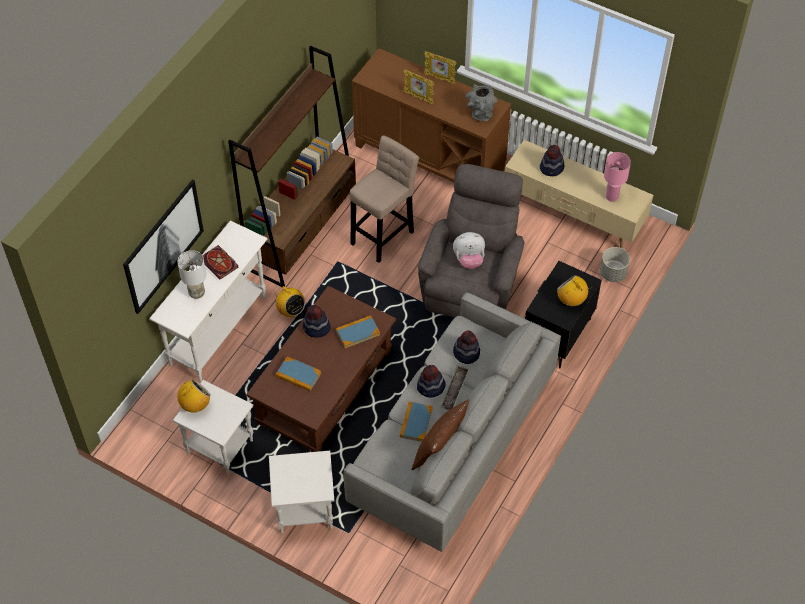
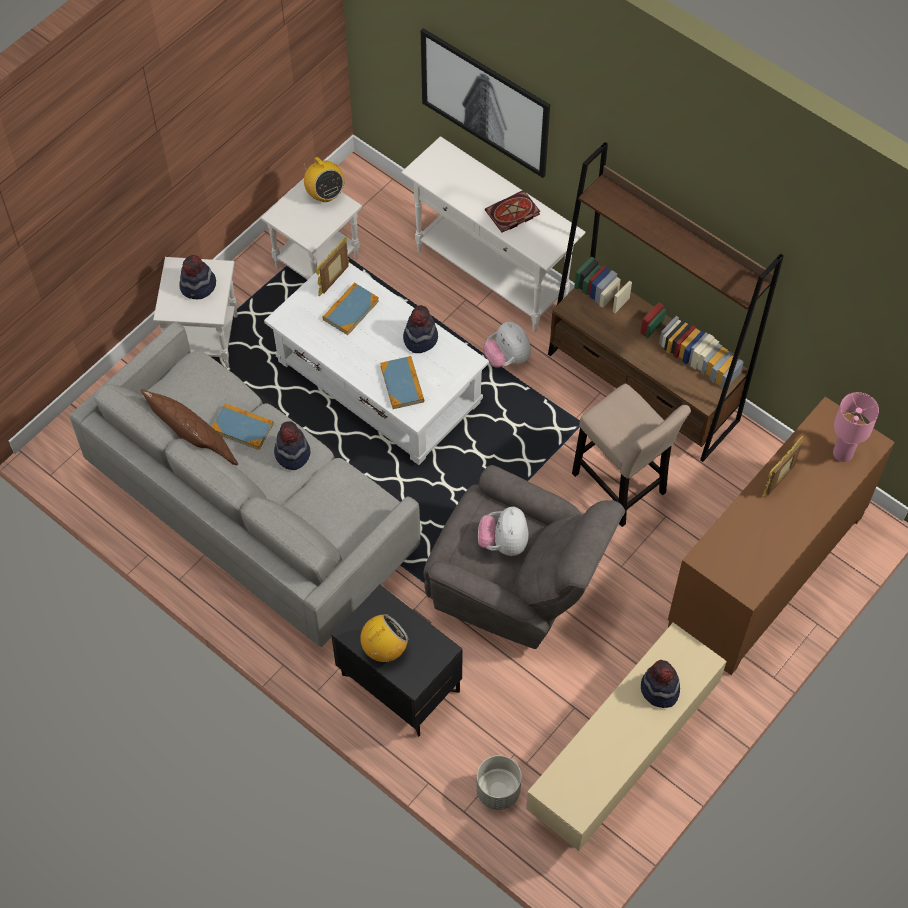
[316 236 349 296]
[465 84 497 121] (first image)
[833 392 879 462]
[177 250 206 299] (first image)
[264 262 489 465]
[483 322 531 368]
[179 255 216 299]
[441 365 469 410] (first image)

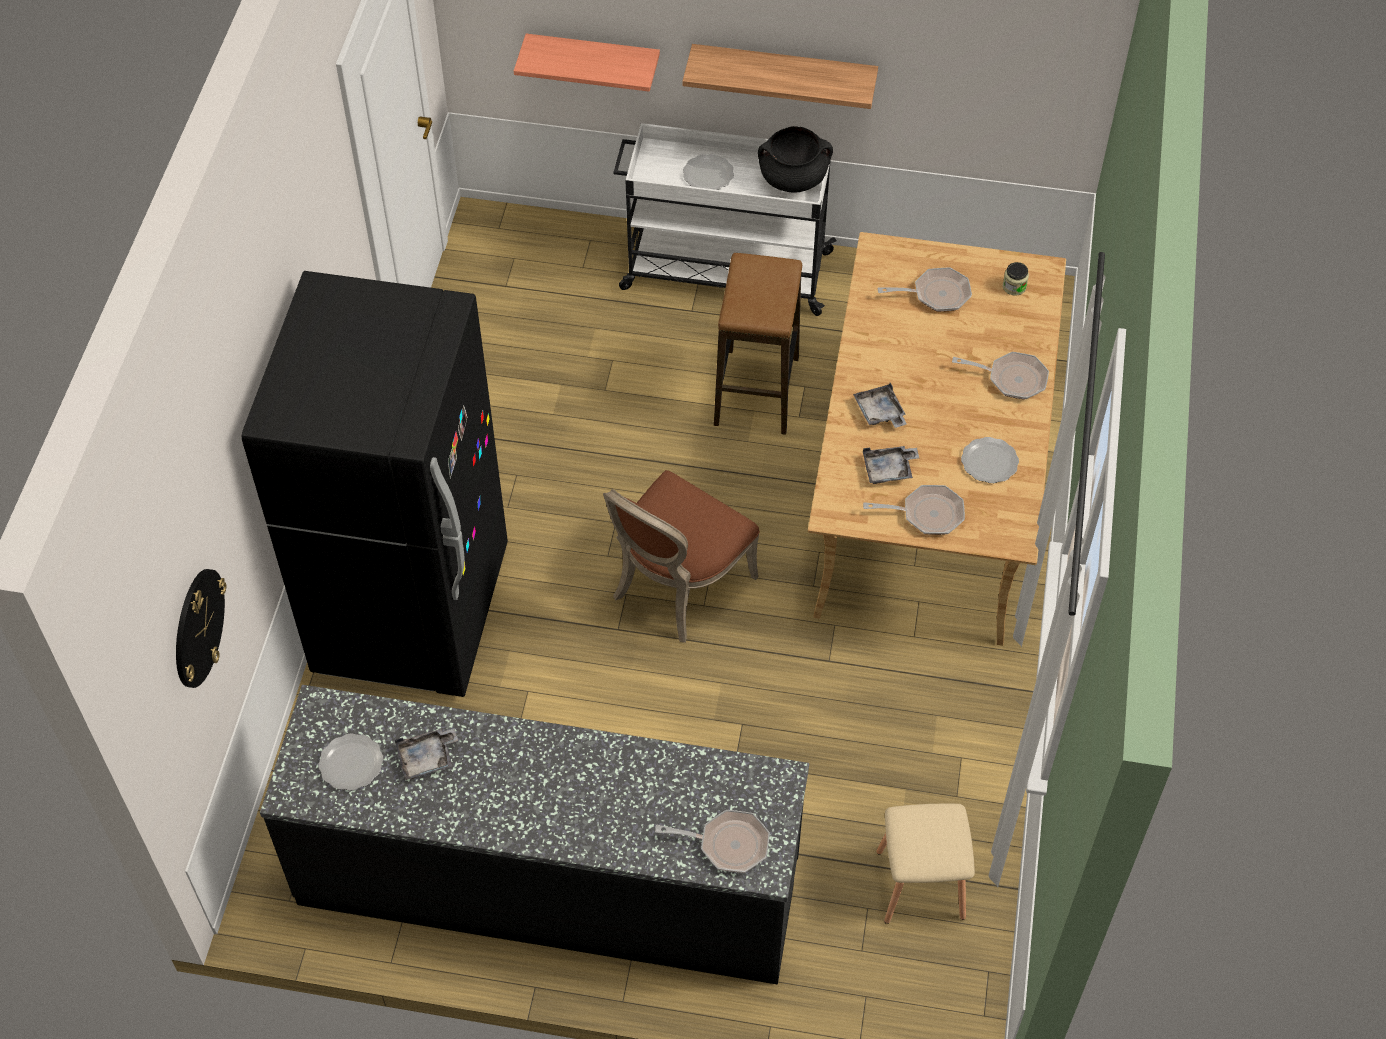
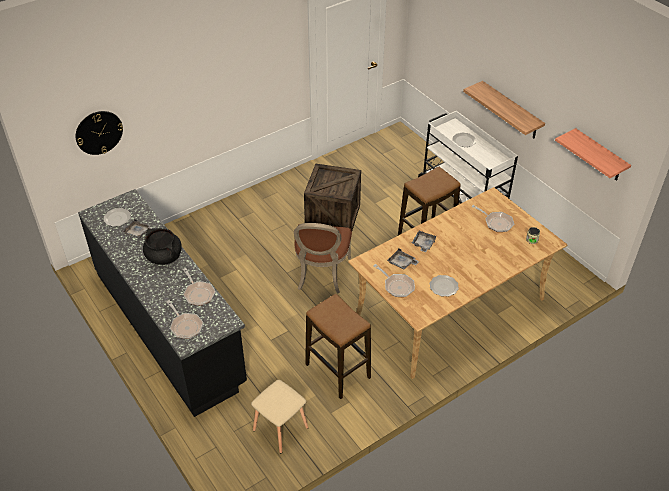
[555 128 631 181]
[143 228 182 265]
[242 271 508 697] (first image)
[183 268 216 306]
[294 223 352 294]
[304 163 361 231]
[305 294 371 399]

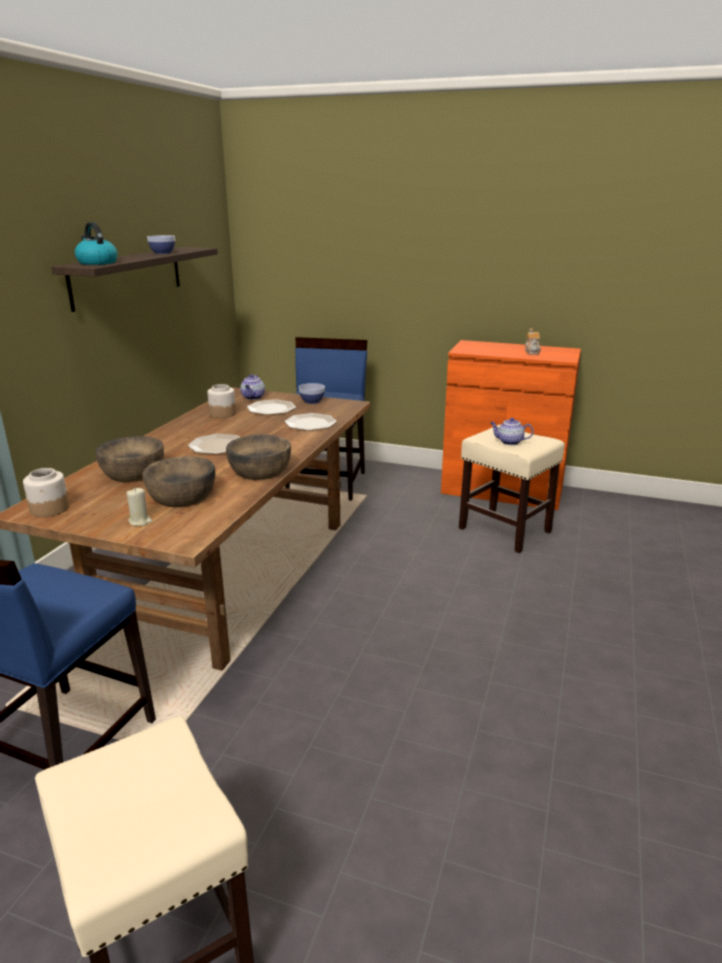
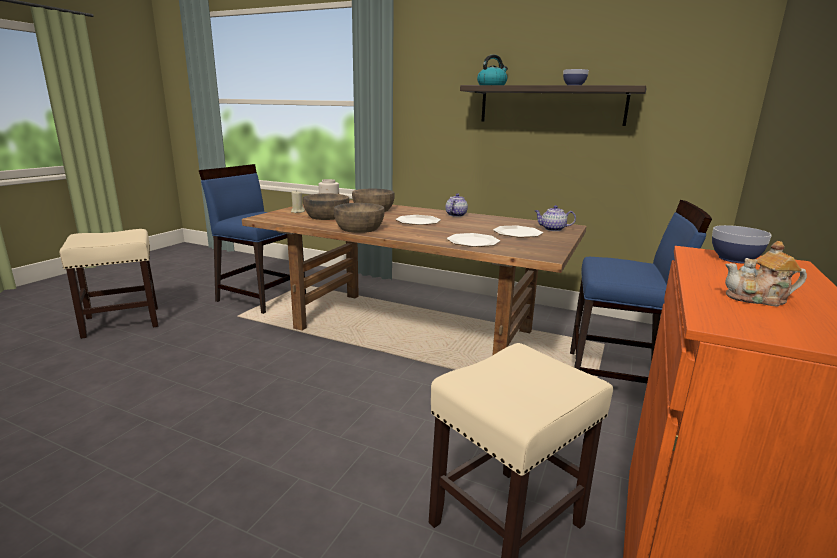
[712 225 772 263]
[207 384 236 418] (first image)
[445 194 468 217]

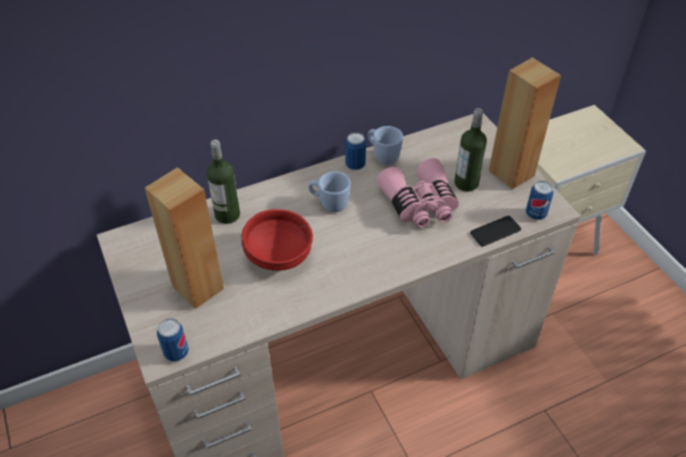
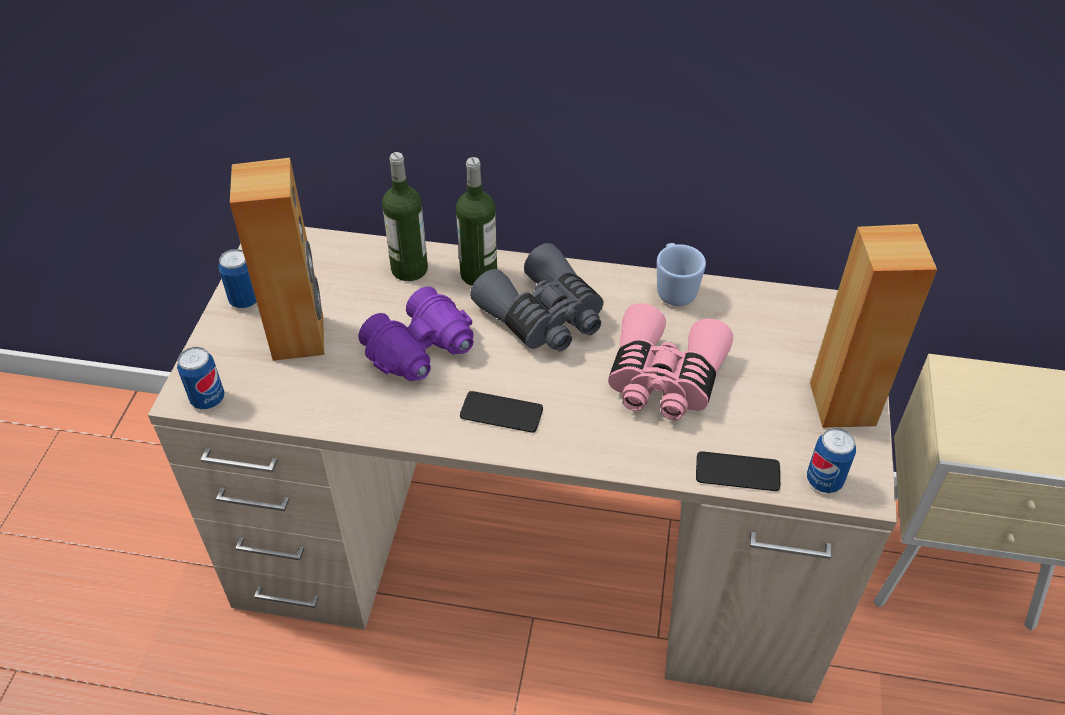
[456 157 497 286]
[218 249 257 308]
[470 243 604 351]
[359 286 474 381]
[460 391 543 433]

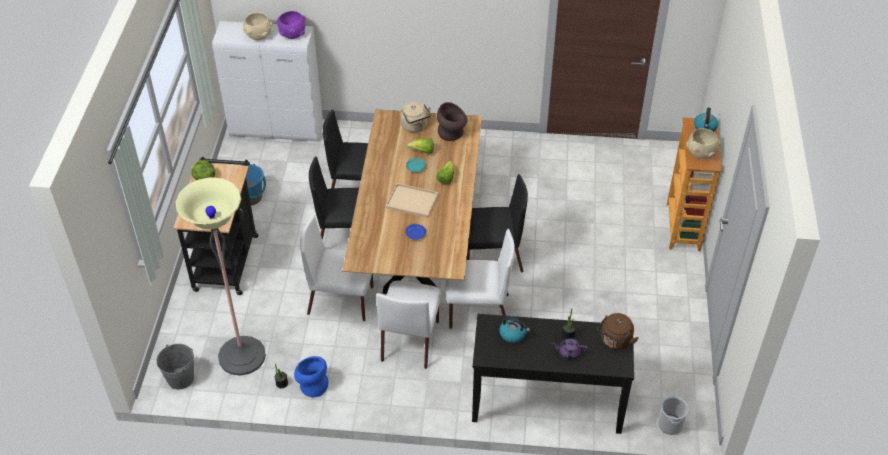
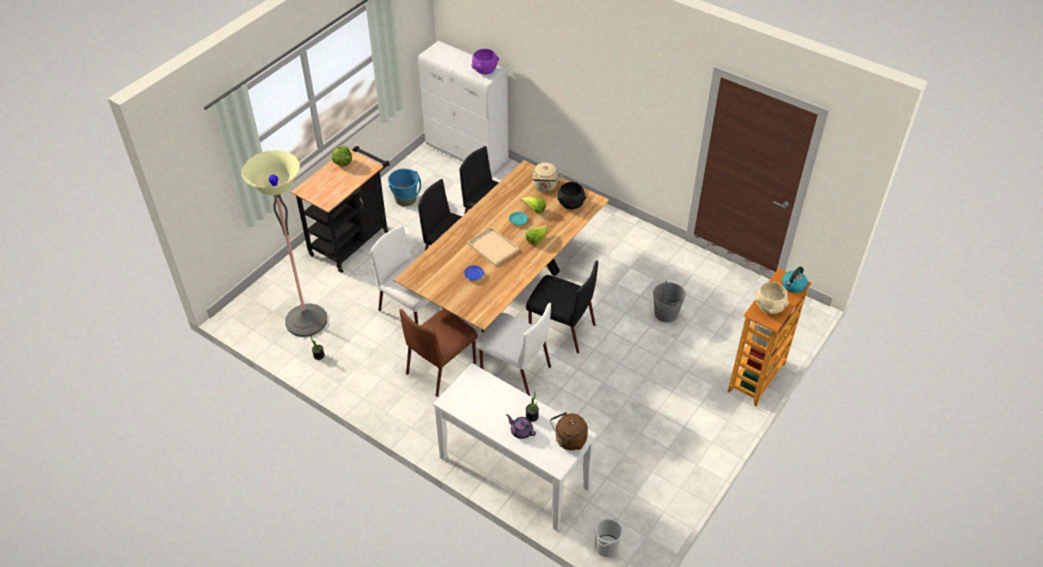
[243 13 273 40] (first image)
[558 182 586 210]
[399 309 478 397]
[433 363 597 531]
[500 316 530 343] (first image)
[653 281 686 322]
[294 356 328 397] (first image)

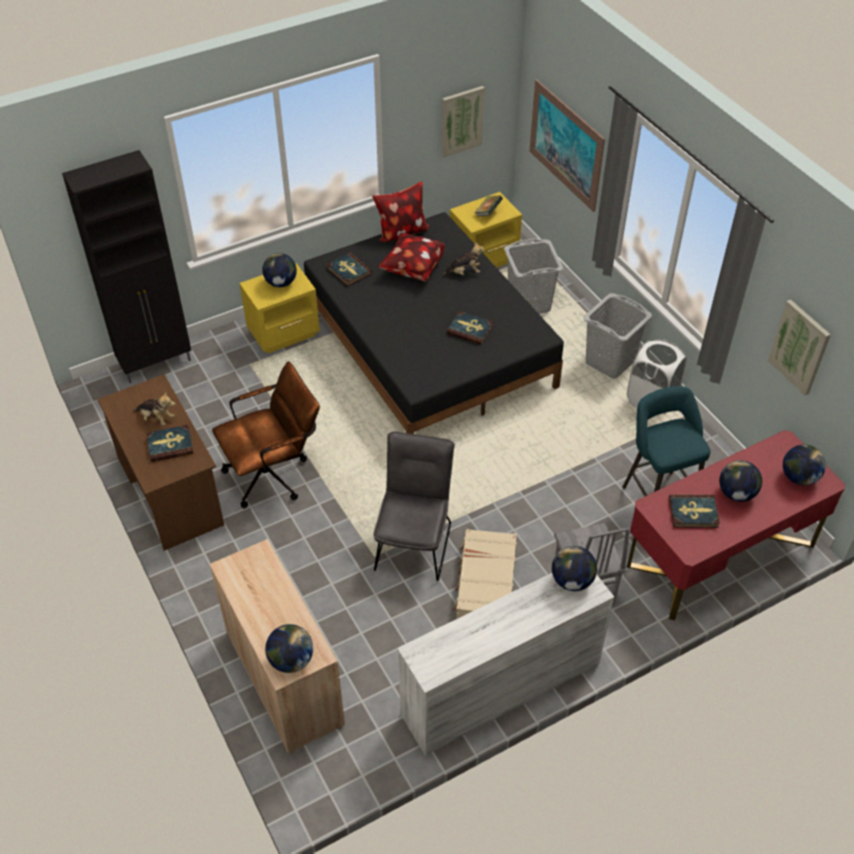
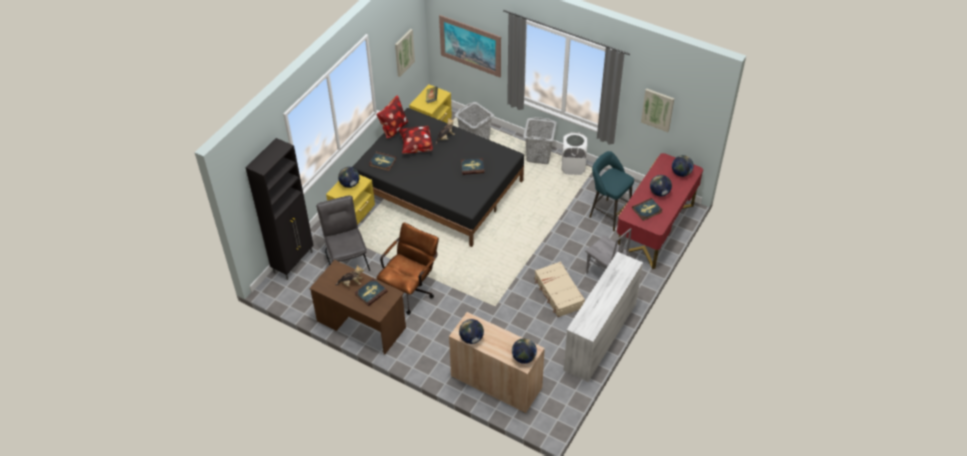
[316 195 370 271]
[459 319 484 344]

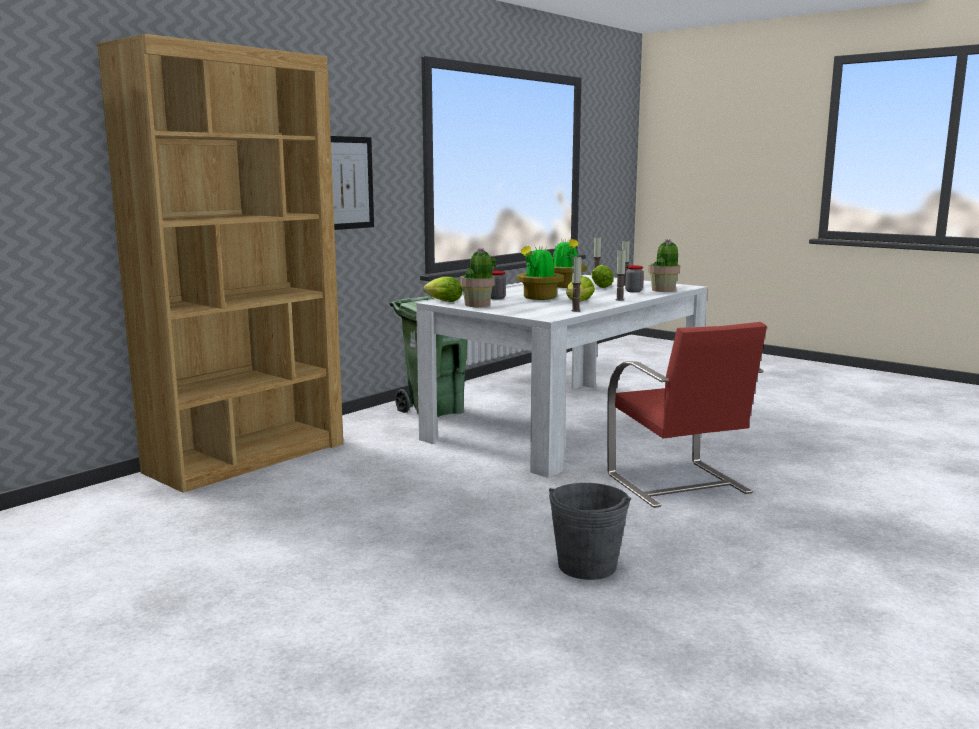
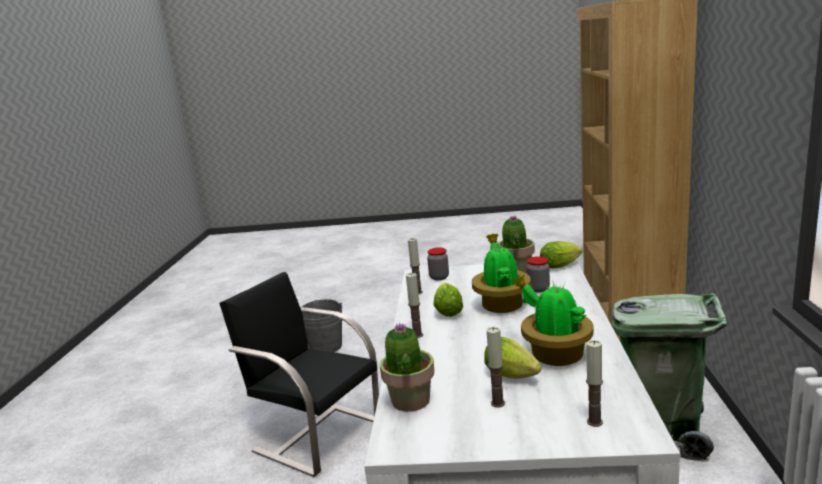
[331 136 374 230] (first image)
[427 247 449 280]
[219 272 379 477]

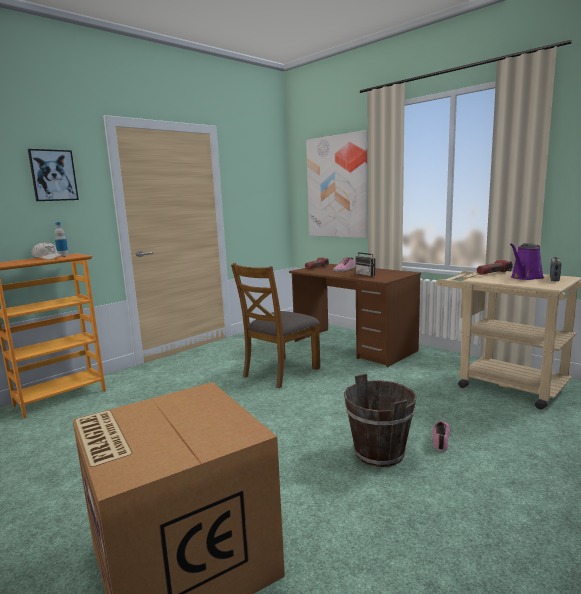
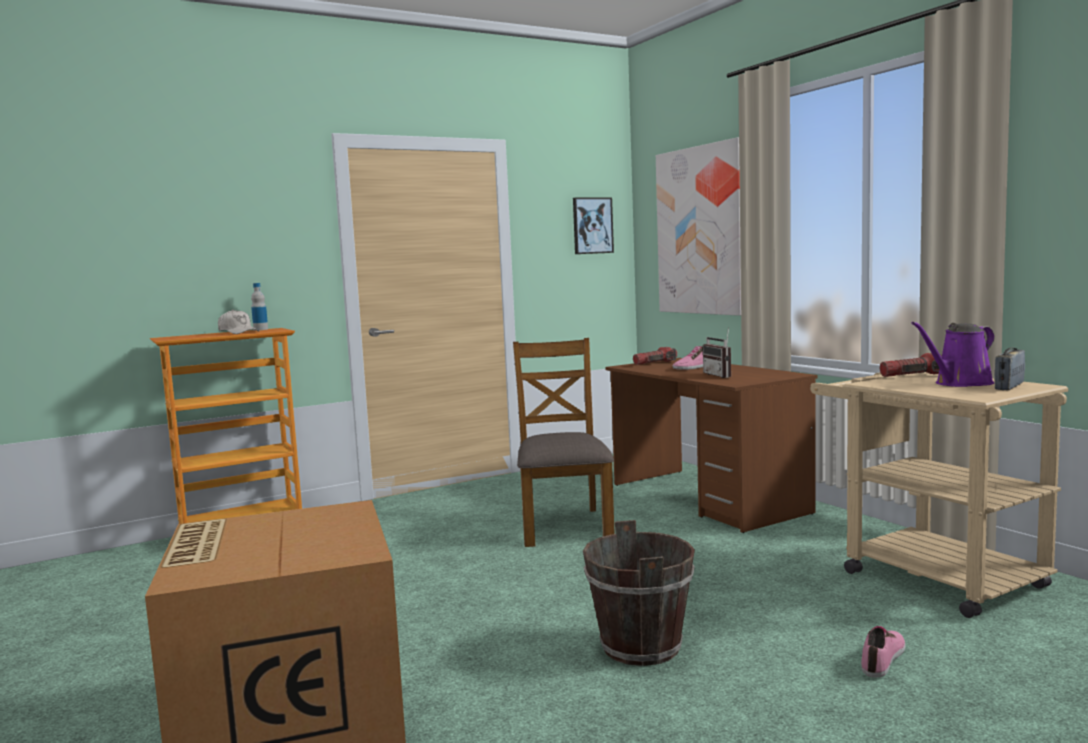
[573 198 614 254]
[513 338 615 547]
[861 626 906 678]

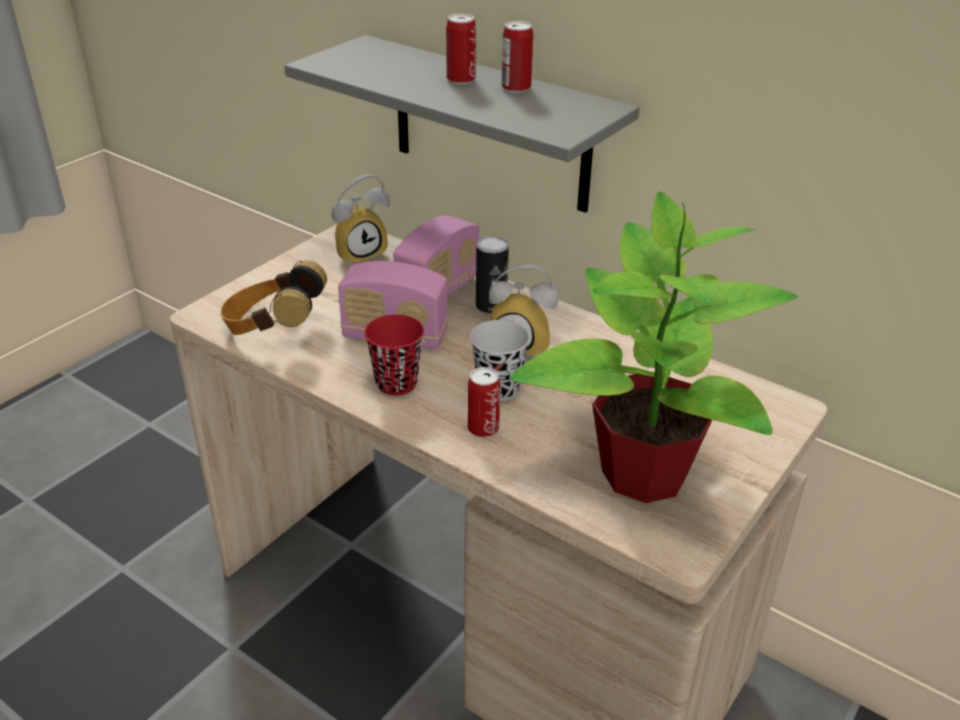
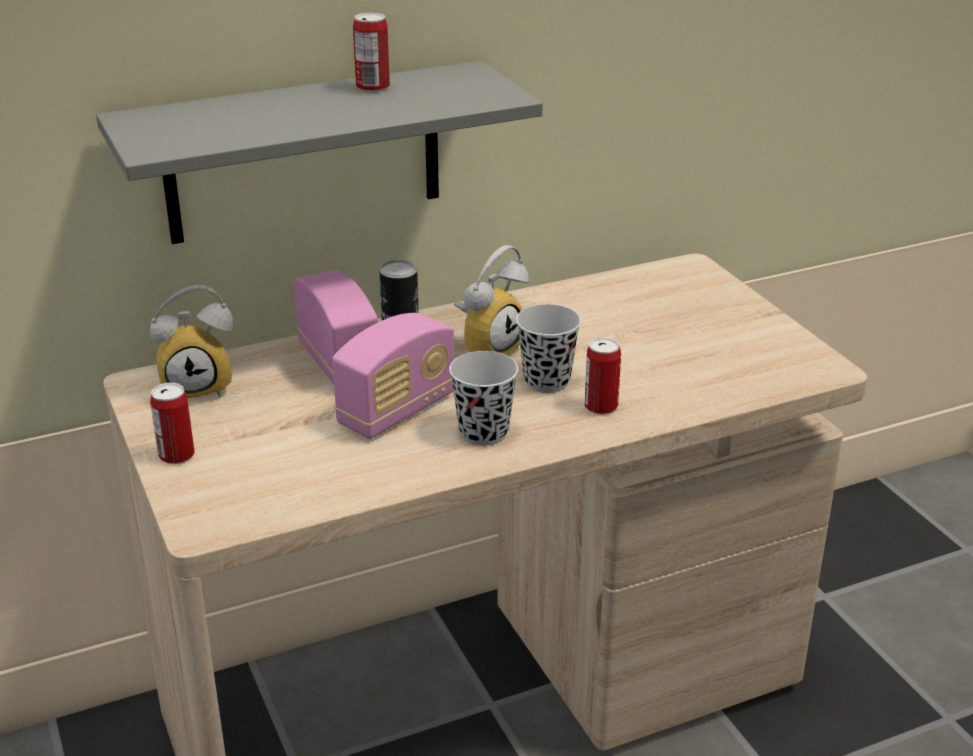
[150 383 195 464]
[150 285 233 398]
[510 192 798 503] (first image)
[220 260 327 335] (first image)
[449 351 518 445]

